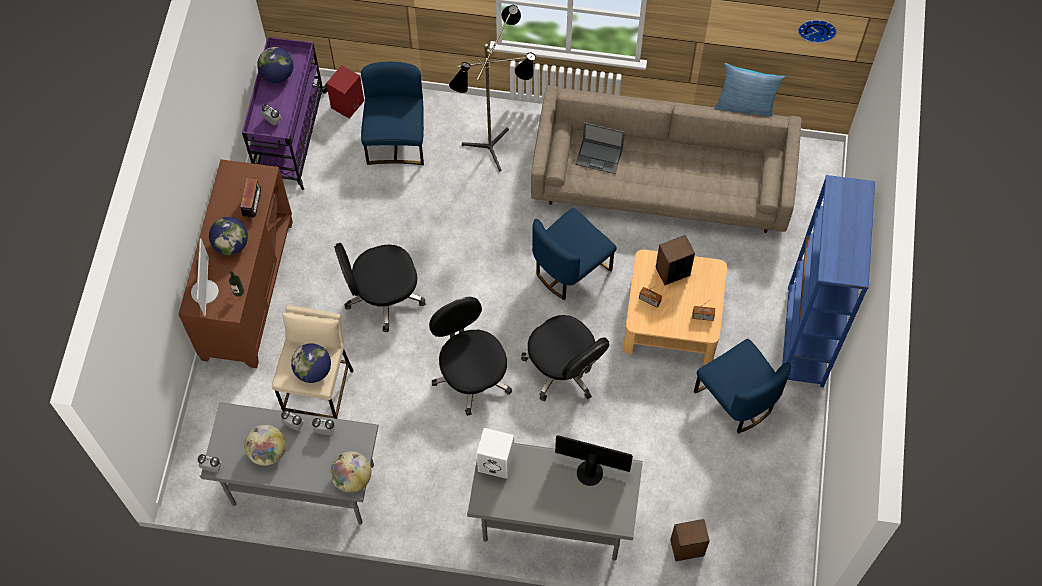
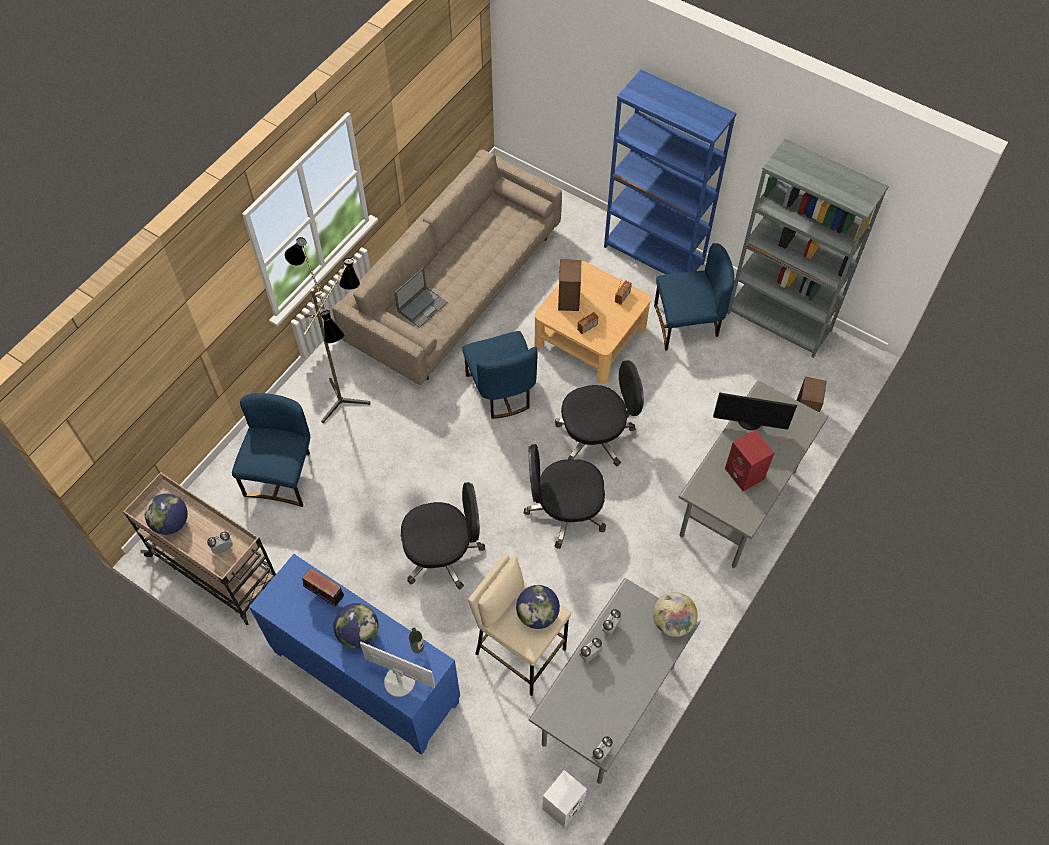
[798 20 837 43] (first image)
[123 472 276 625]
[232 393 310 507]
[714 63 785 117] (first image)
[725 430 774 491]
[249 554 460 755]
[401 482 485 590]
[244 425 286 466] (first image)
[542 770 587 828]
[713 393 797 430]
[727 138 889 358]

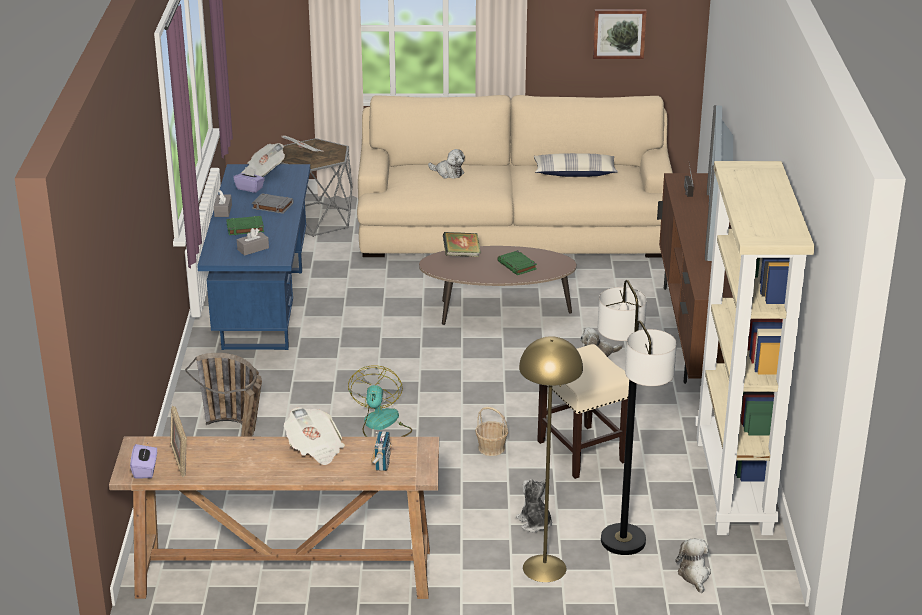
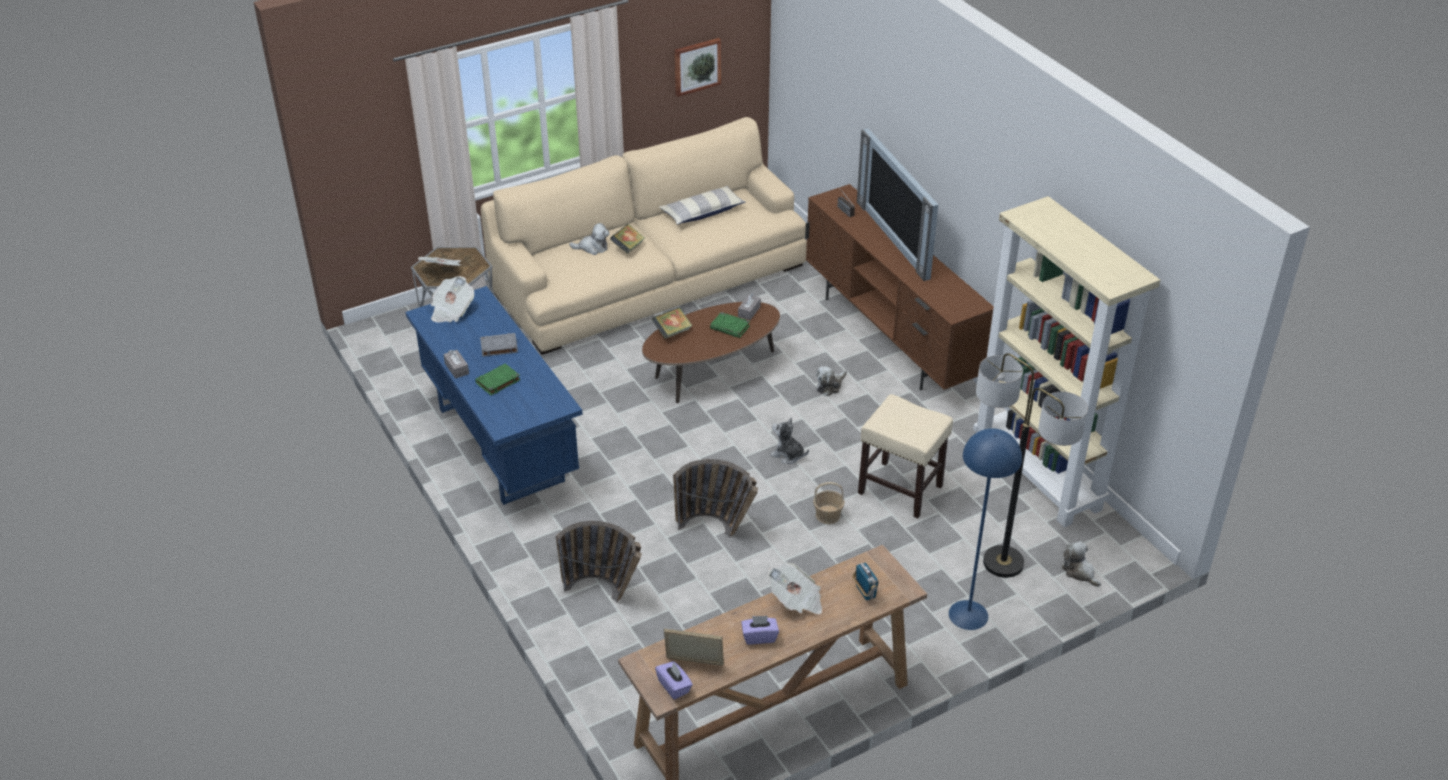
[741 616 779 645]
[738 293 761 320]
[949 428 1022 630]
[673 459 758 538]
[664 629 724 666]
[770 417 809 464]
[610 224 645 254]

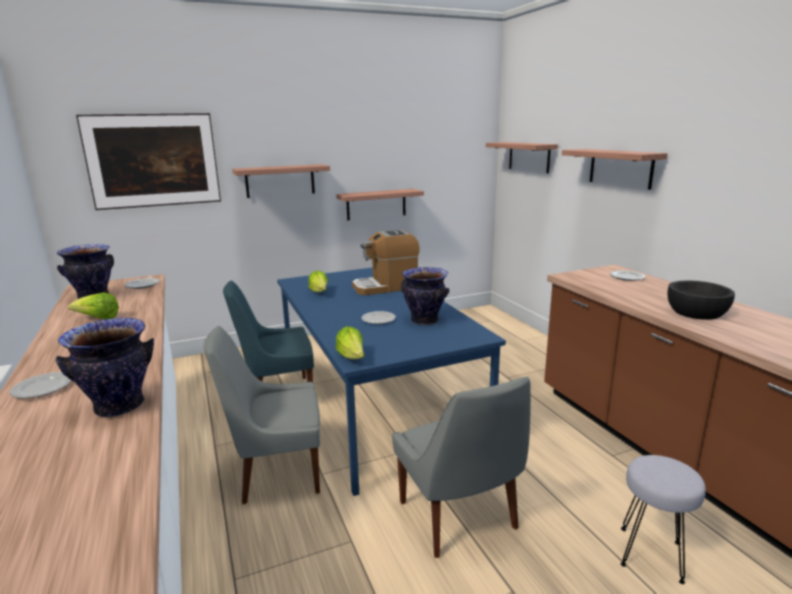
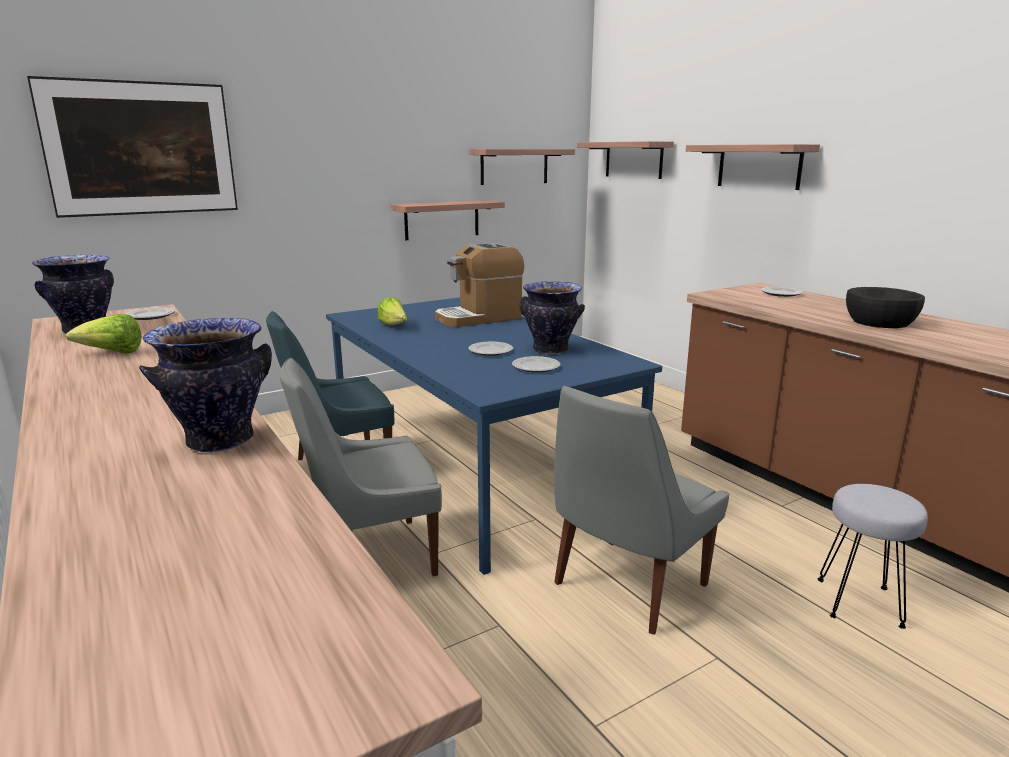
[469 149 575 185]
[336 327 364 359] (first image)
[512 356 560 373]
[554 386 729 635]

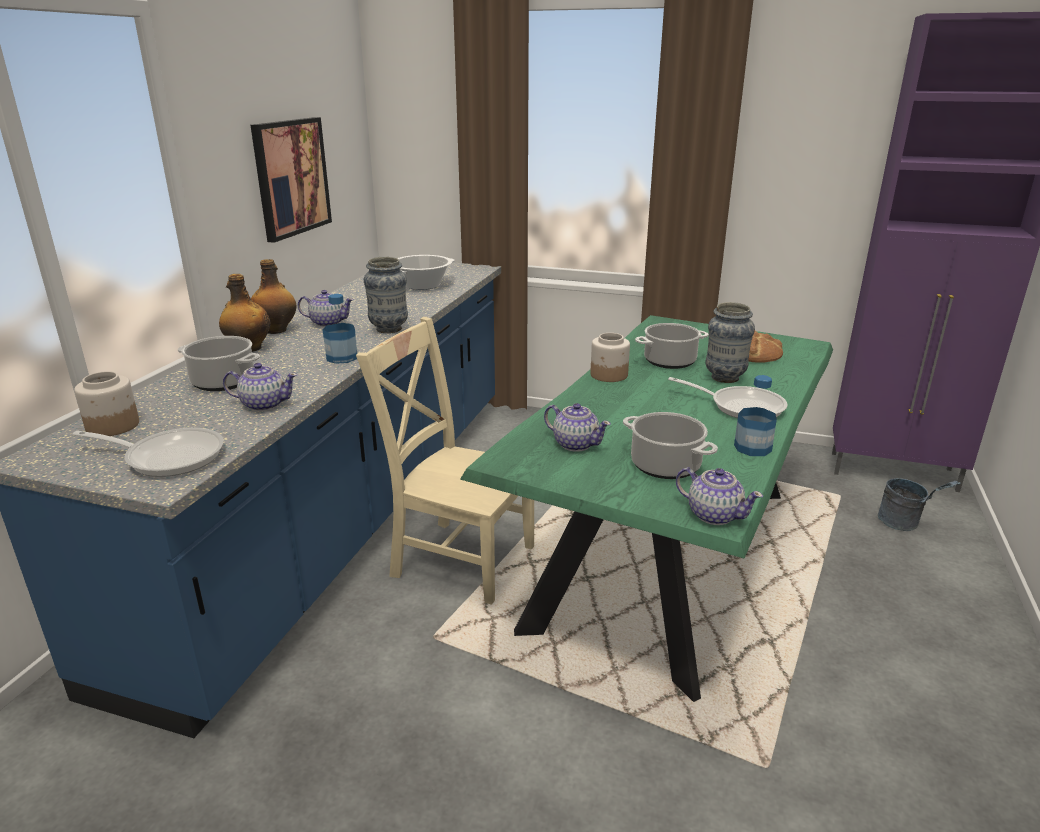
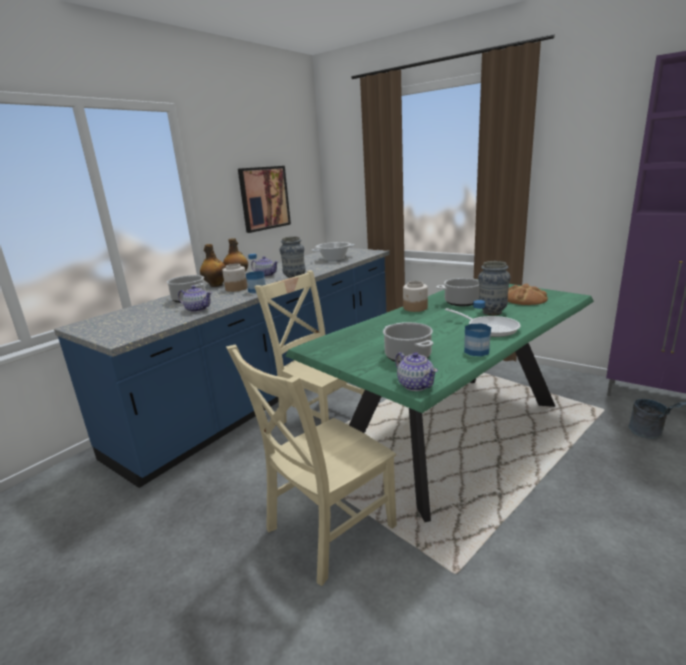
[222 264 248 292]
[544 403 611 452] (first image)
[73 428 224 477] (first image)
[226 345 397 586]

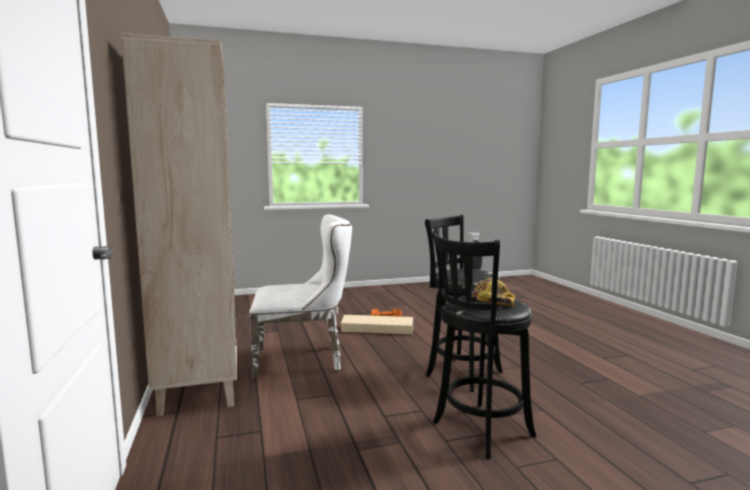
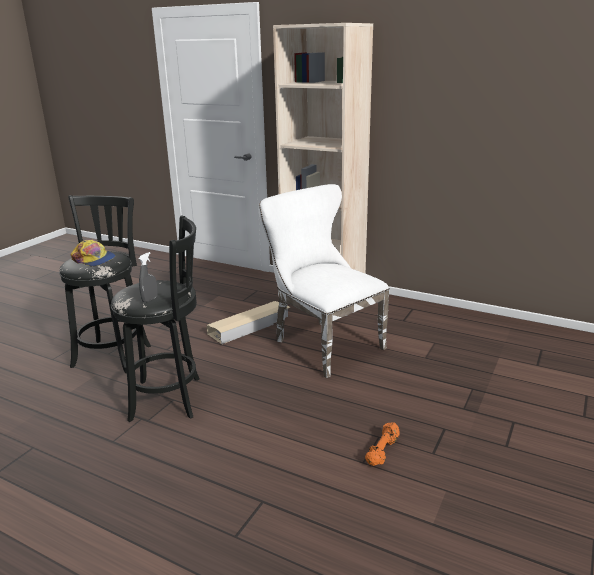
[259 184 390 378]
[207 301 290 344]

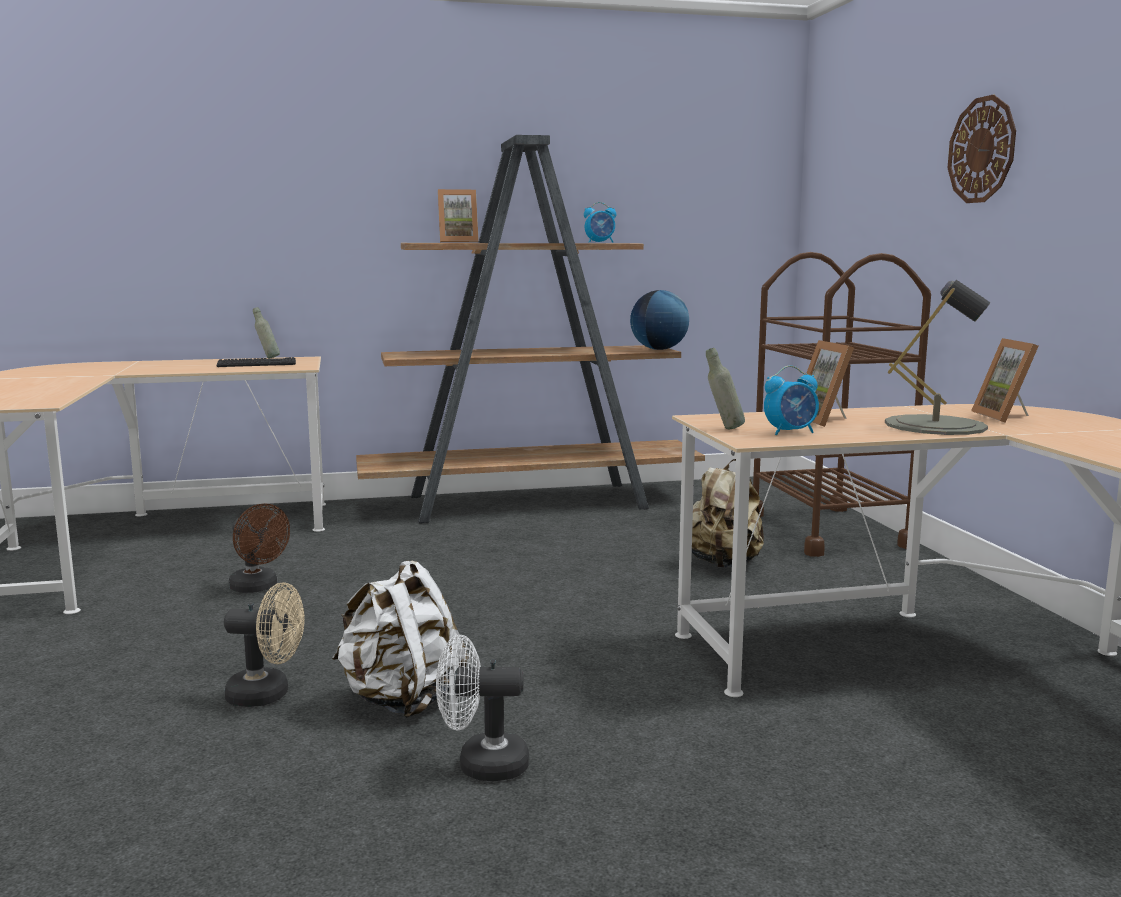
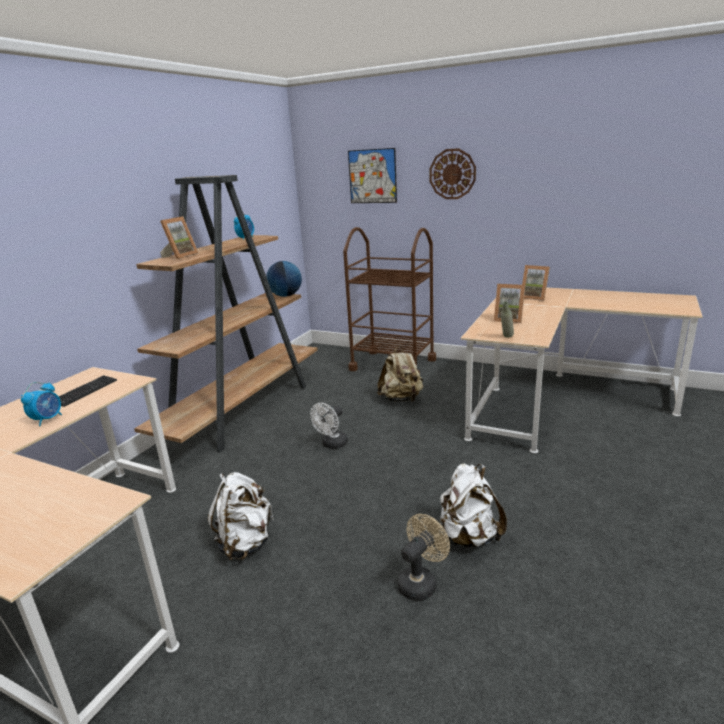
[885 280 991 435] (first image)
[253 307 280 359] (first image)
[21 382 62 426]
[208 472 274 560]
[310 403 348 449]
[348 148 397 203]

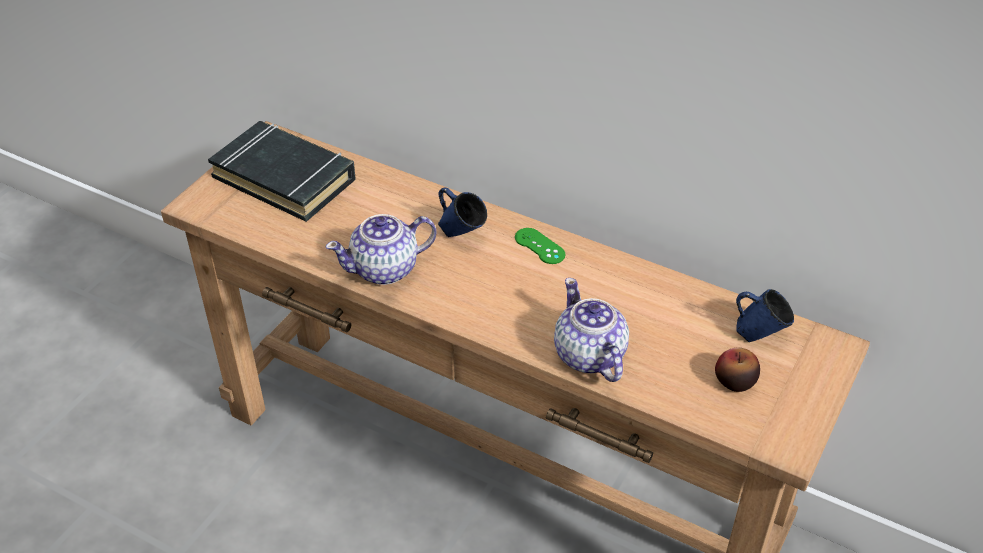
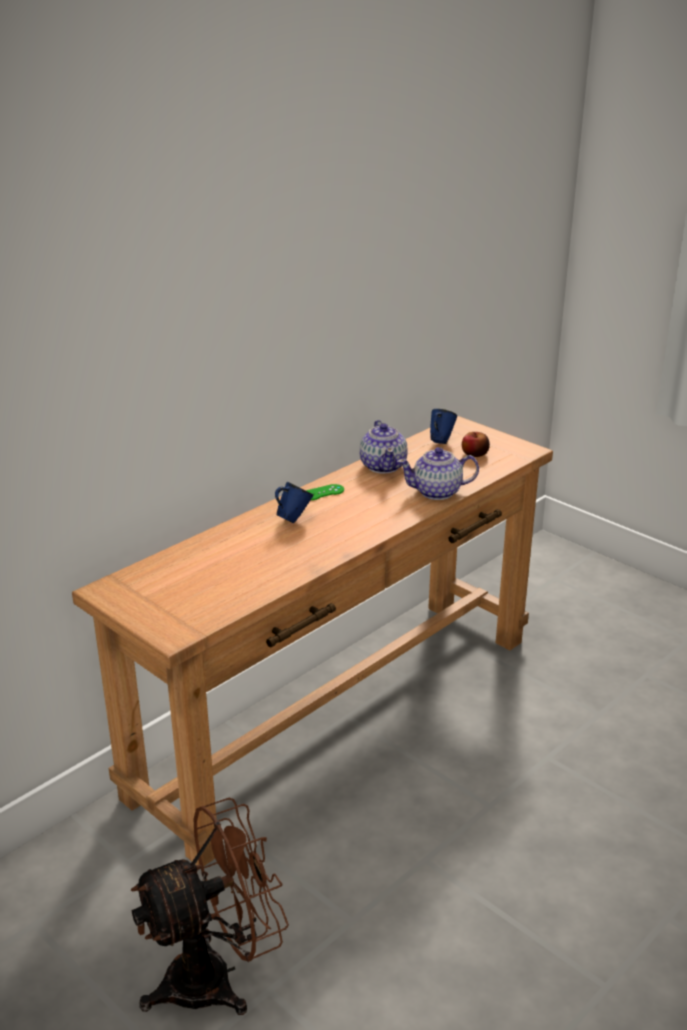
[208 121 356 222] (first image)
[359 420 408 474]
[130 798 289 1015]

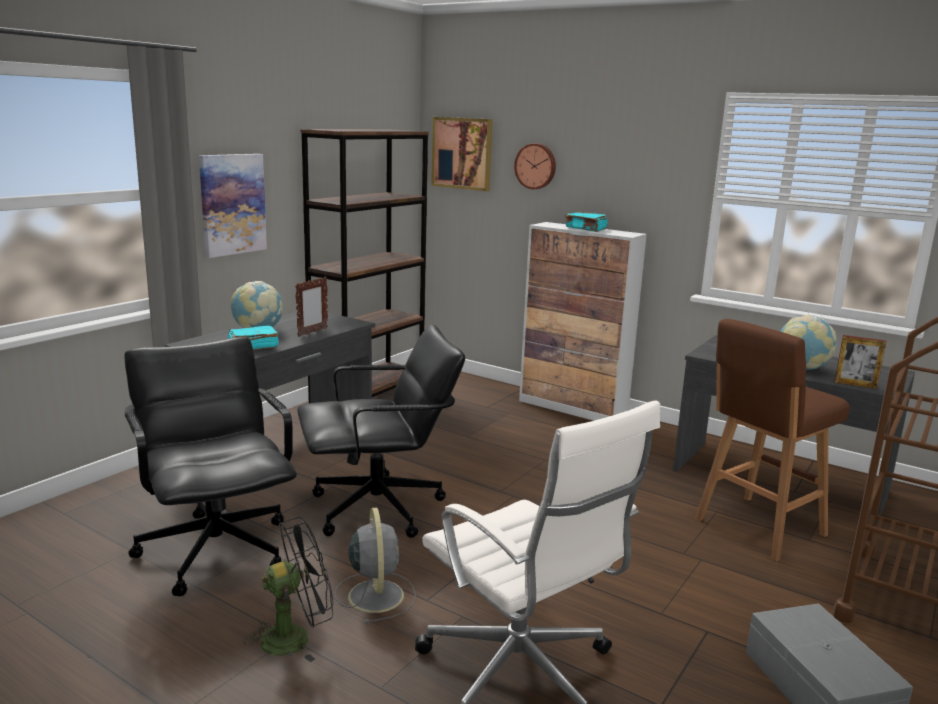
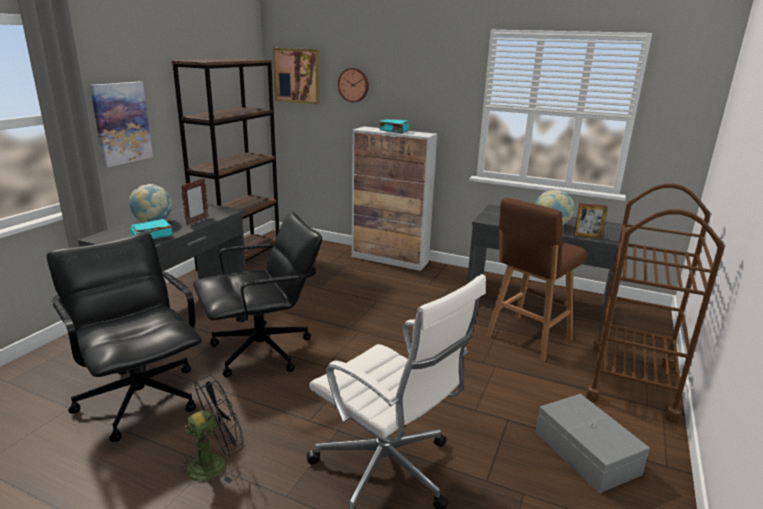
[334 508 416 624] (first image)

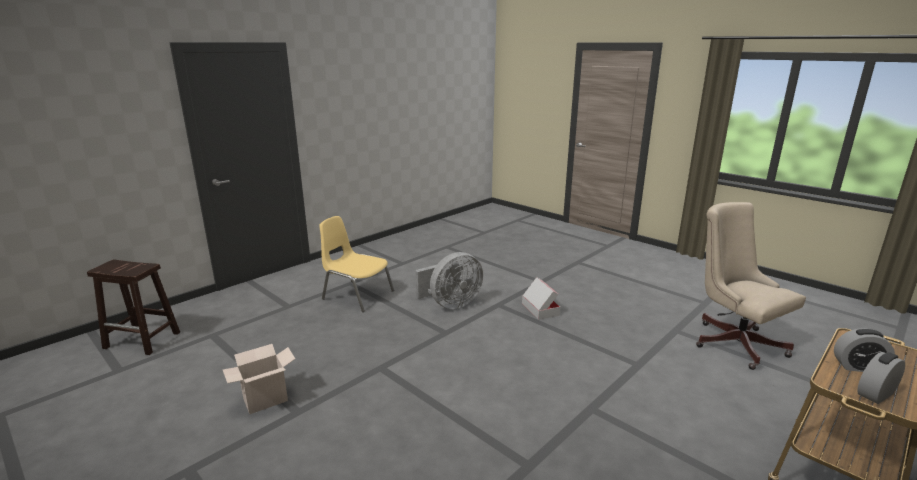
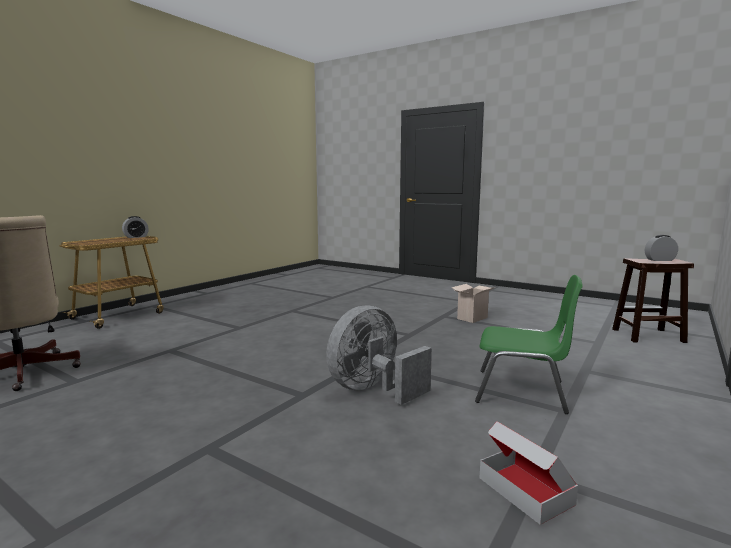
[475 275 583 414]
[480 421 578 525]
[645 235 678 261]

